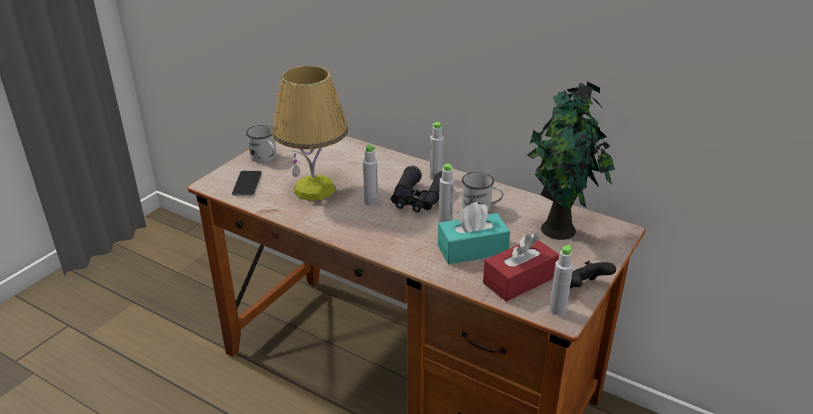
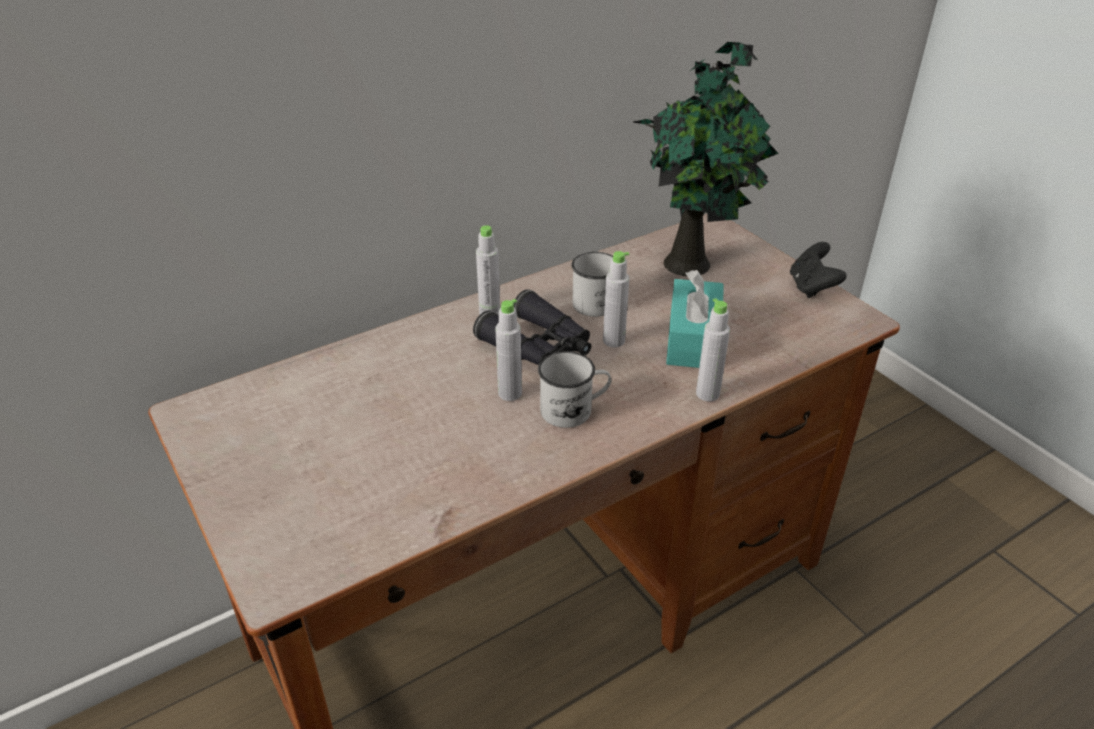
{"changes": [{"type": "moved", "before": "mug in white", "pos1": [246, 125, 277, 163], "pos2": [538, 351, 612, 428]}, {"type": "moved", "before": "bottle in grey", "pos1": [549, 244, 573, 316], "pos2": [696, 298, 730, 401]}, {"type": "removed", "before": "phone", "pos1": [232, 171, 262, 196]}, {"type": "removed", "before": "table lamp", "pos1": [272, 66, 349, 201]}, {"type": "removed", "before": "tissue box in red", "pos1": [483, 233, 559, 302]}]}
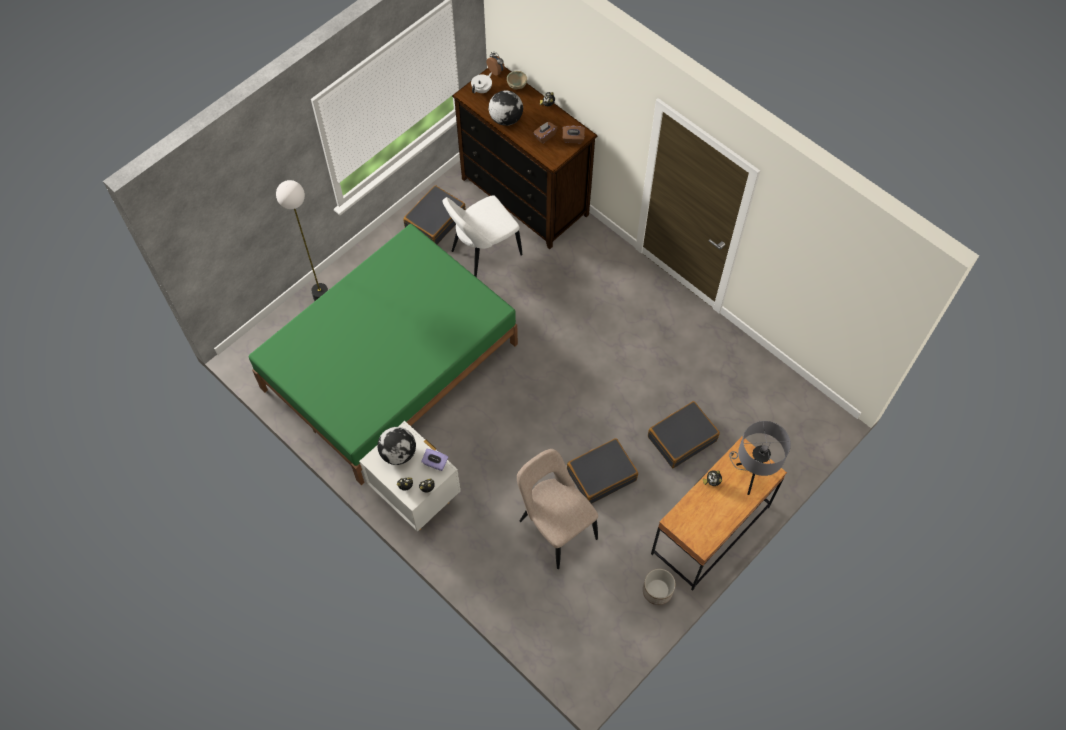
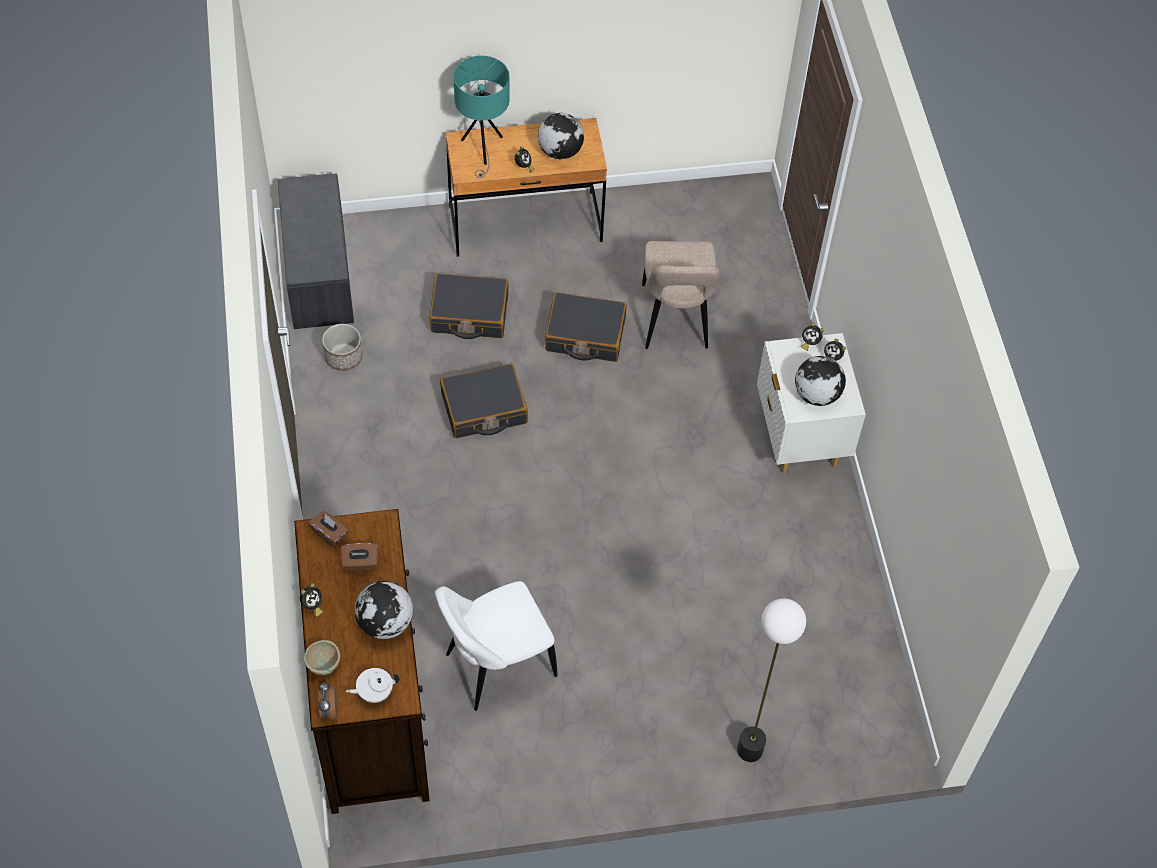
{"changes": [{"type": "added", "after": "bench in grey", "pos2": [278, 174, 354, 329]}, {"type": "moved", "before": "planter", "pos1": [643, 569, 676, 605], "pos2": [322, 324, 363, 371]}, {"type": "turned", "before": "chair in white", "pos1": [442, 195, 522, 278], "pos2": [435, 581, 558, 711], "turn": 150}, {"type": "moved", "before": "suitcase in black", "pos1": [404, 185, 466, 244], "pos2": [440, 363, 528, 438]}, {"type": "recoloured", "before": "table lamp in grey", "after": "table lamp in turquoise", "pos1": [729, 421, 791, 495], "pos2": [454, 56, 510, 178]}, {"type": "added", "after": "globe", "pos2": [538, 113, 584, 159]}, {"type": "removed", "before": "bed in green", "pos1": [249, 224, 518, 485]}, {"type": "removed", "before": "tissue box in purple", "pos1": [421, 449, 448, 471]}]}
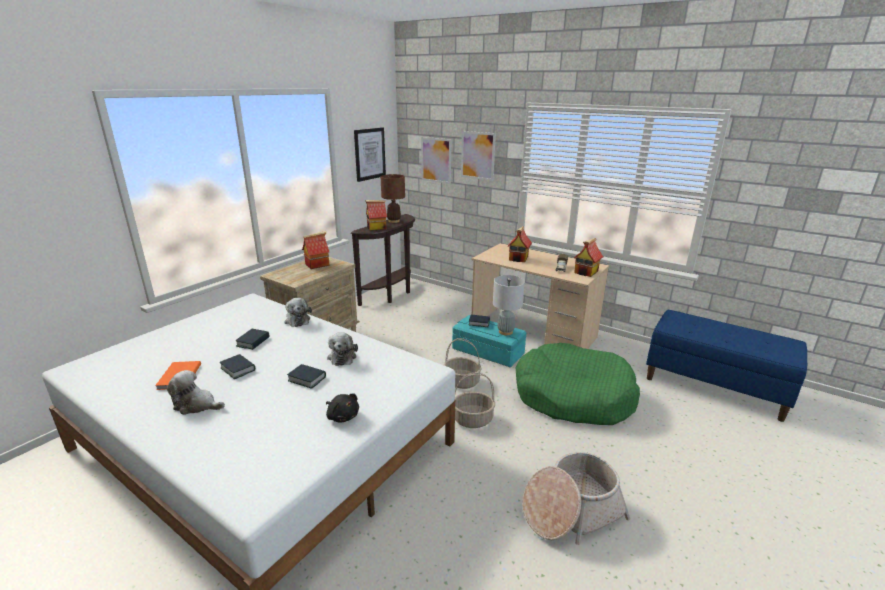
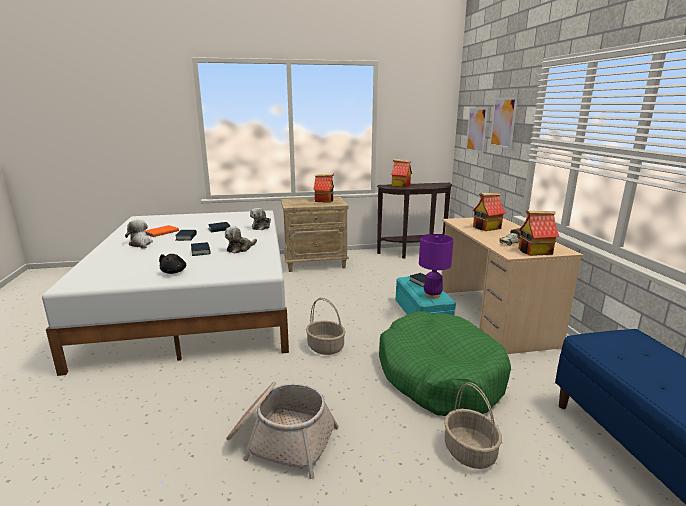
{"changes": [{"type": "recoloured", "before": "table lamp in grey", "after": "table lamp in purple", "pos1": [493, 275, 525, 335], "pos2": [419, 234, 454, 299]}, {"type": "moved", "before": "basket", "pos1": [444, 338, 482, 389], "pos2": [444, 382, 502, 469]}, {"type": "removed", "before": "picture", "pos1": [354, 127, 386, 182]}, {"type": "removed", "before": "table lamp in brown", "pos1": [381, 174, 405, 223]}]}
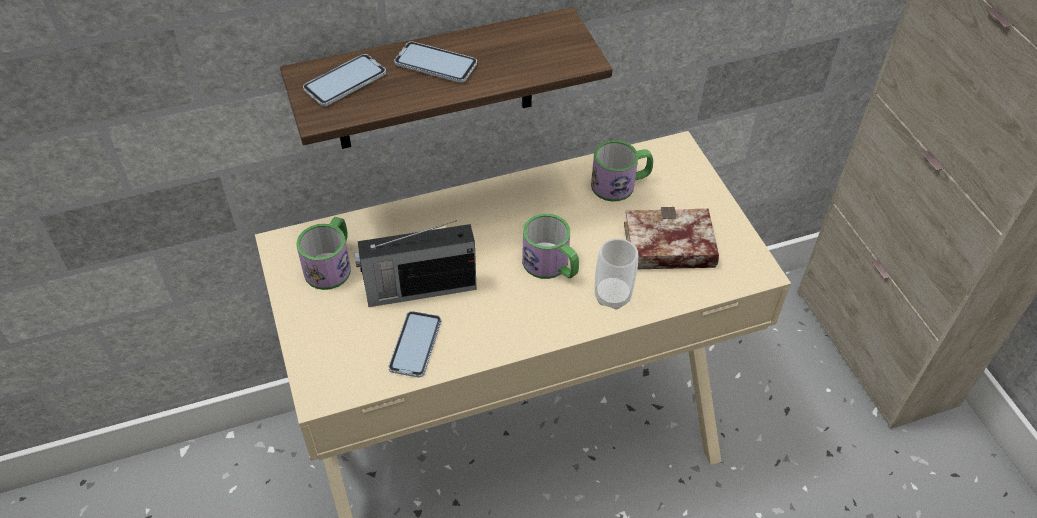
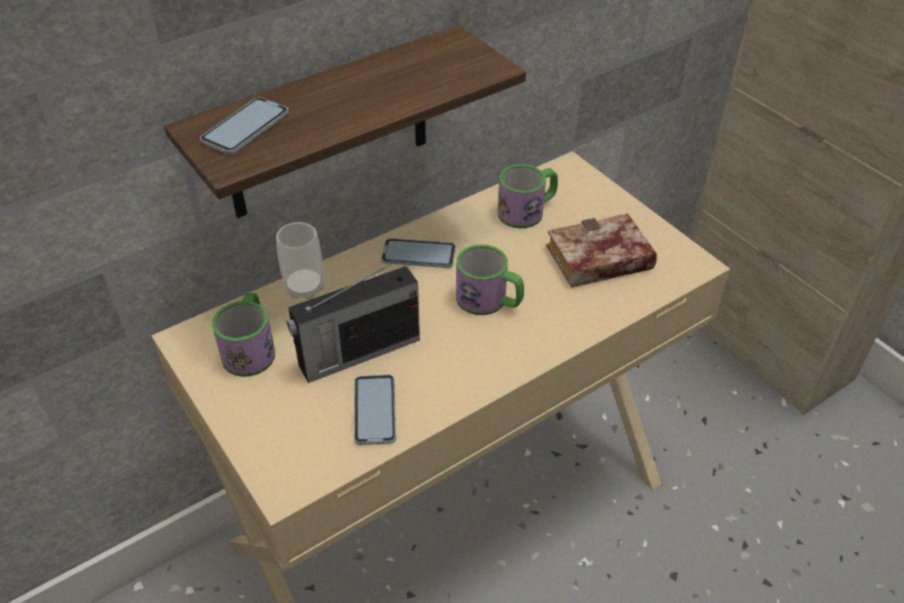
{"changes": [{"type": "moved", "before": "cup", "pos1": [595, 238, 638, 310], "pos2": [276, 222, 324, 299]}, {"type": "moved", "before": "phone", "pos1": [394, 41, 477, 83], "pos2": [381, 238, 456, 268]}]}
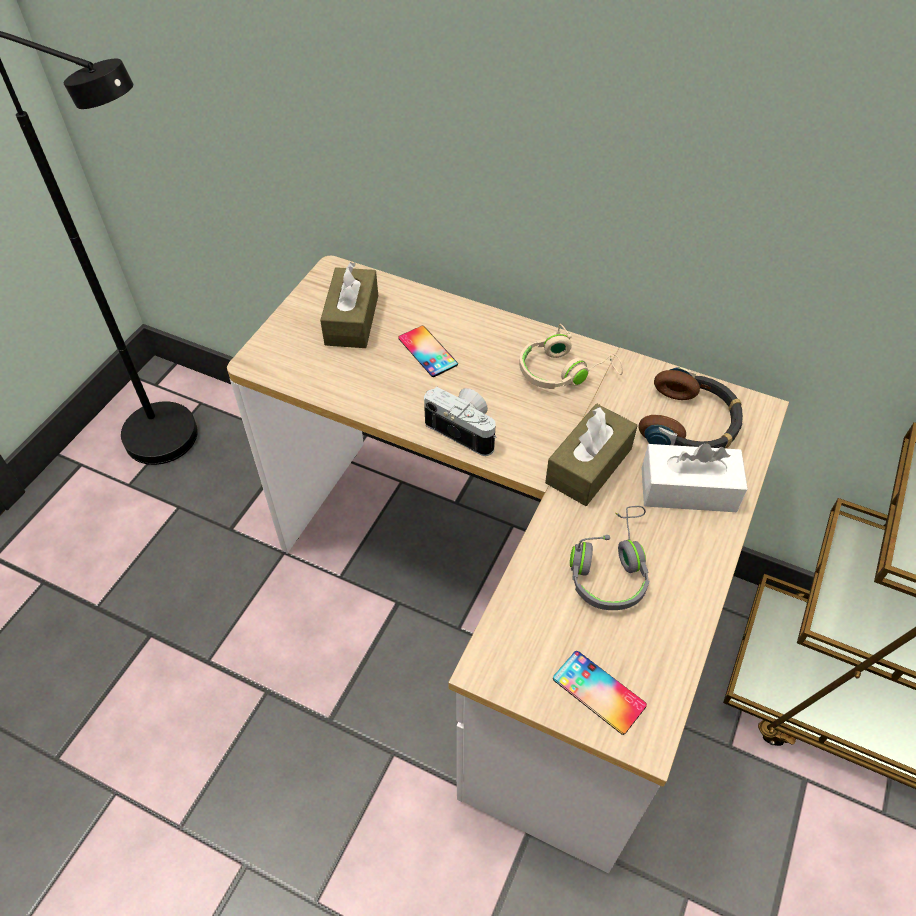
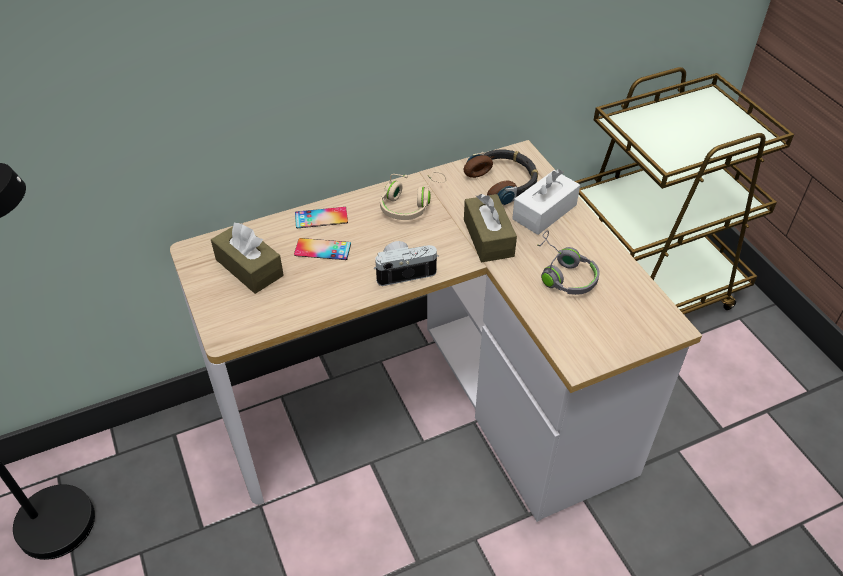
{"changes": [{"type": "moved", "before": "phone", "pos1": [553, 651, 647, 735], "pos2": [295, 207, 348, 228]}]}
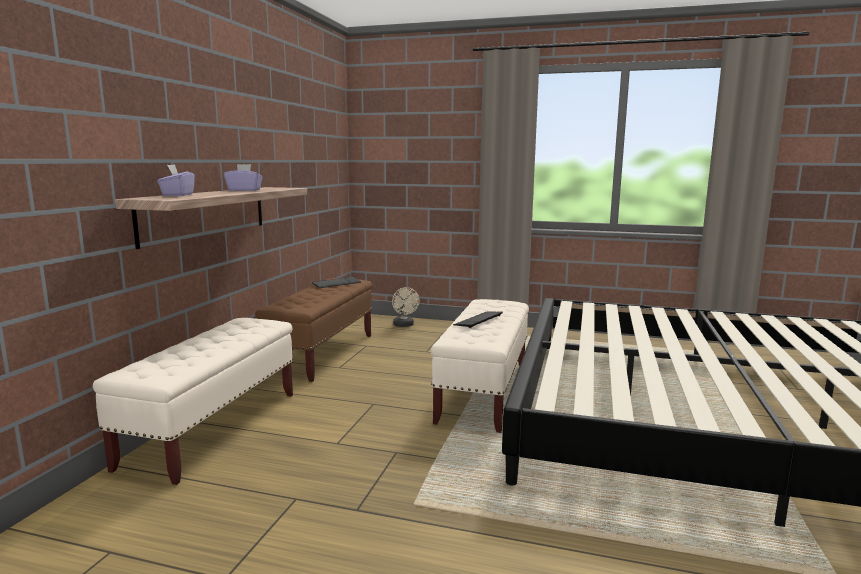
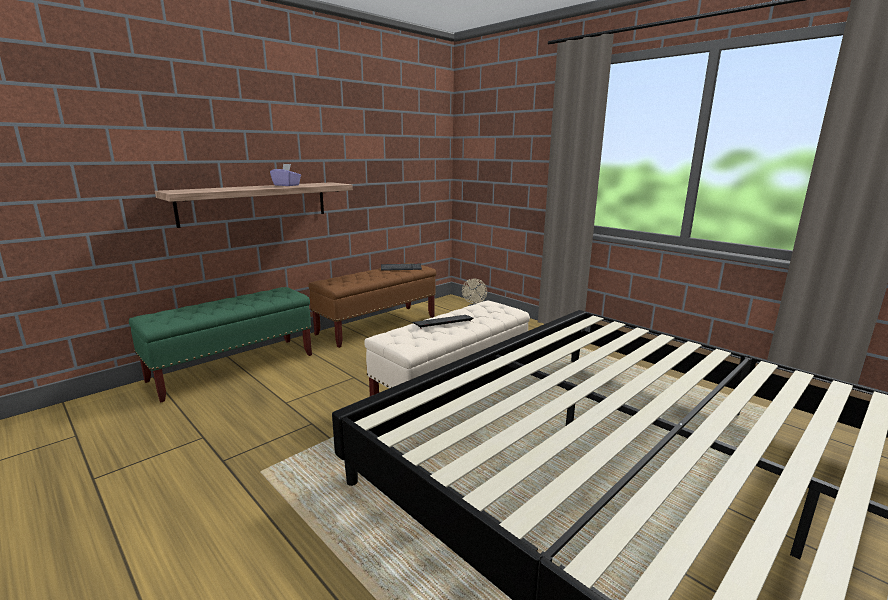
{"changes": [{"type": "recoloured", "before": "bench in beige", "after": "bench in green", "pos1": [93, 318, 293, 485], "pos2": [129, 287, 312, 402]}, {"type": "removed", "before": "tissue box in purple", "pos1": [157, 164, 195, 196]}]}
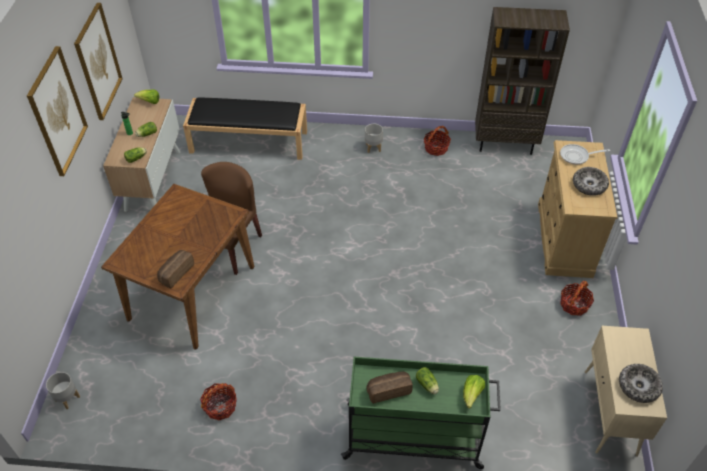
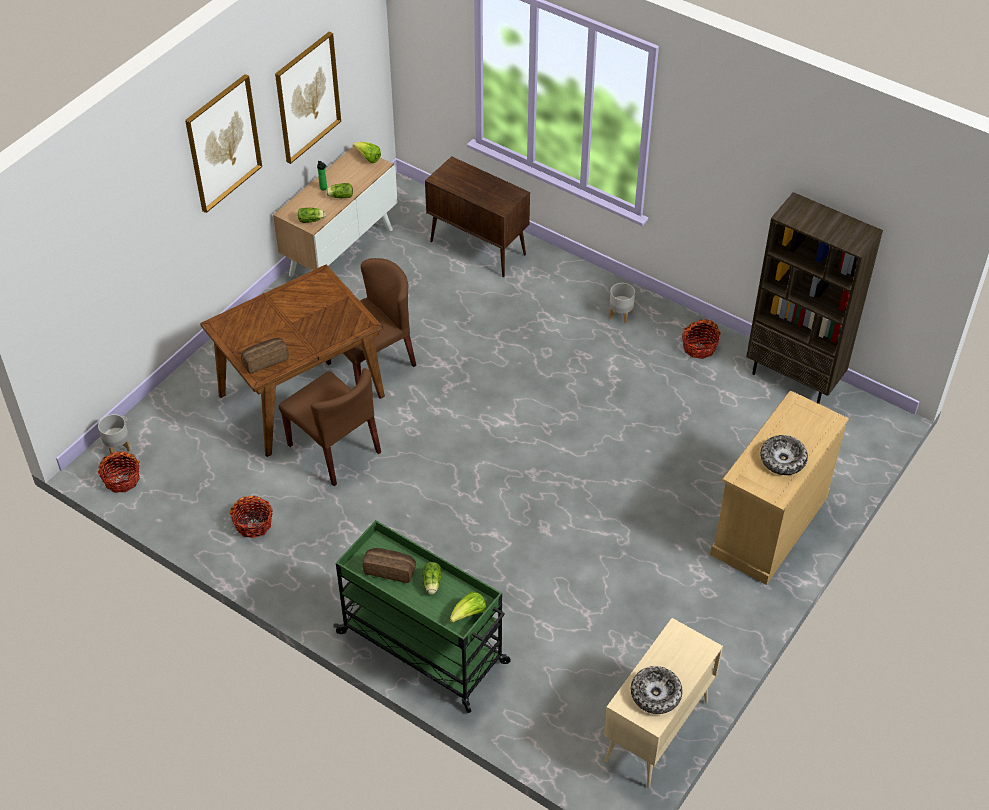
{"changes": [{"type": "moved", "before": "basket", "pos1": [560, 281, 594, 316], "pos2": [98, 451, 140, 493]}, {"type": "added", "after": "chair in brown", "pos2": [279, 368, 381, 486]}, {"type": "replaced", "before": "bench in black", "after": "cabinet in brown", "pos1": [183, 97, 307, 160], "pos2": [425, 156, 530, 277]}, {"type": "removed", "before": "frying pan", "pos1": [560, 144, 610, 165]}]}
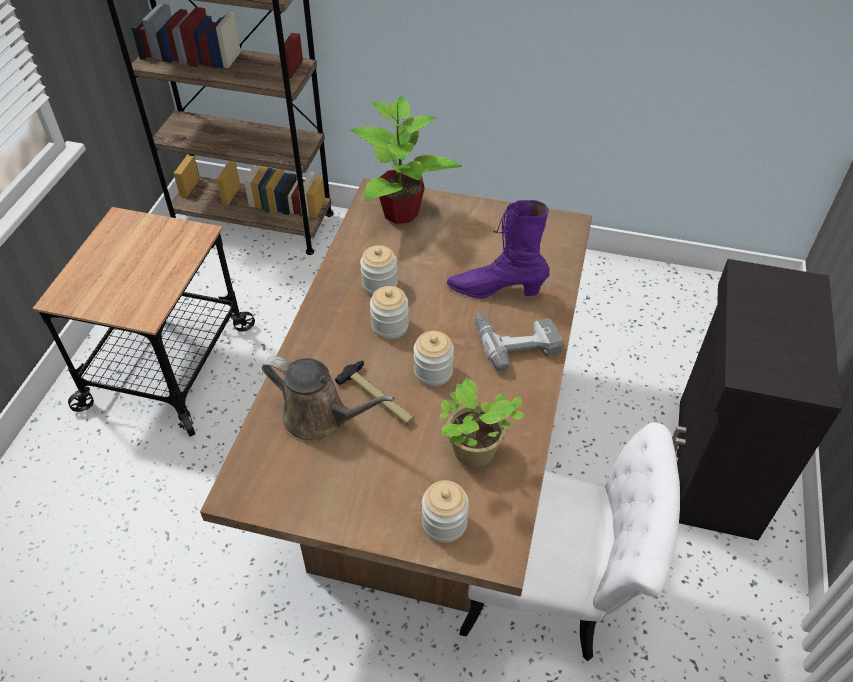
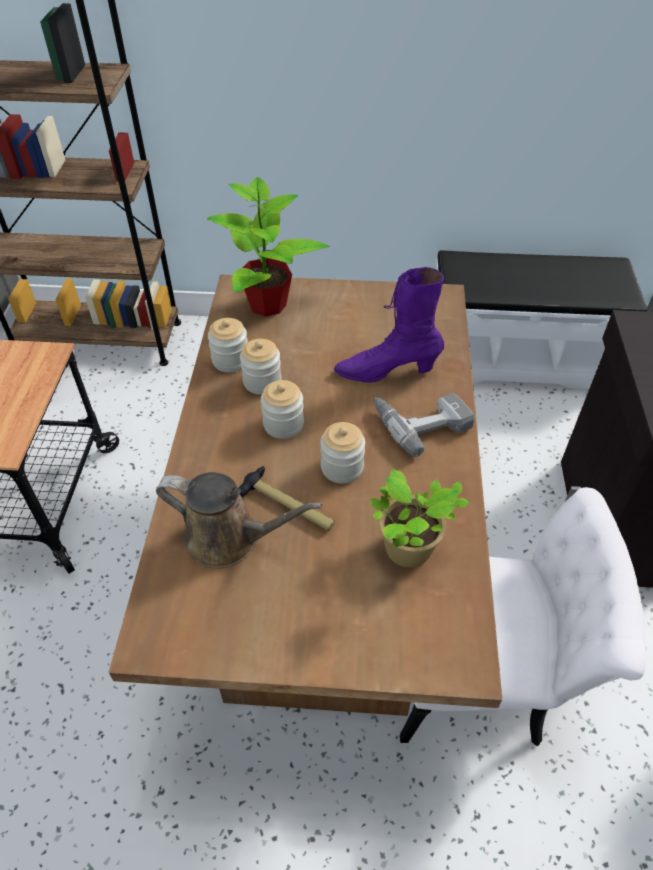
{"changes": [{"type": "moved", "before": "jar", "pos1": [422, 480, 469, 543], "pos2": [208, 318, 248, 372]}, {"type": "added", "after": "bench in white", "pos2": [436, 250, 648, 389]}]}
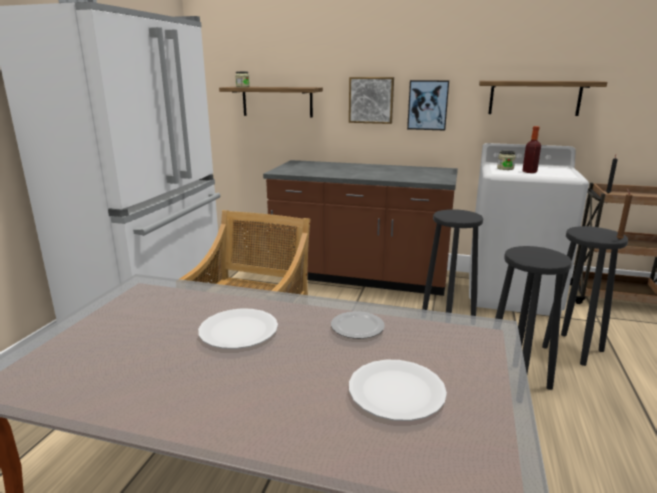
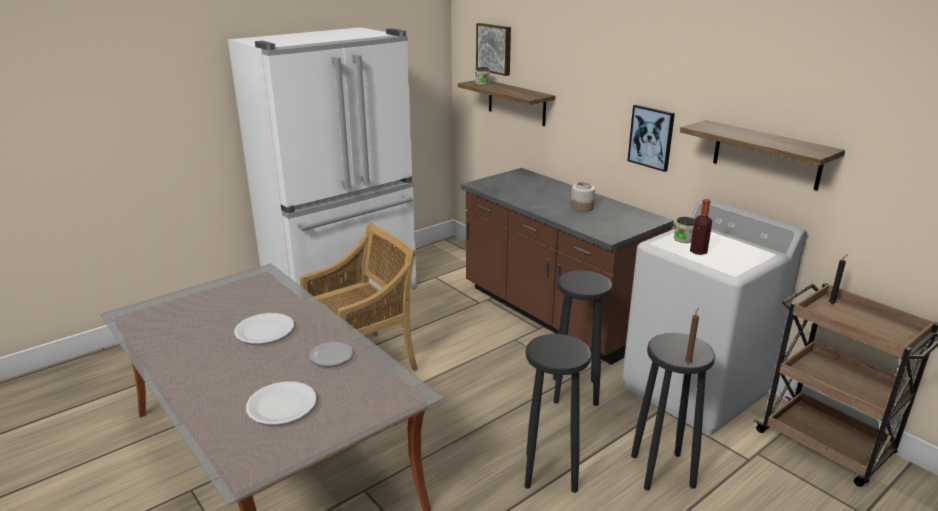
{"changes": [{"type": "moved", "before": "picture", "pos1": [349, 77, 394, 124], "pos2": [476, 23, 511, 76]}, {"type": "added", "after": "jar", "pos2": [571, 182, 595, 212]}]}
